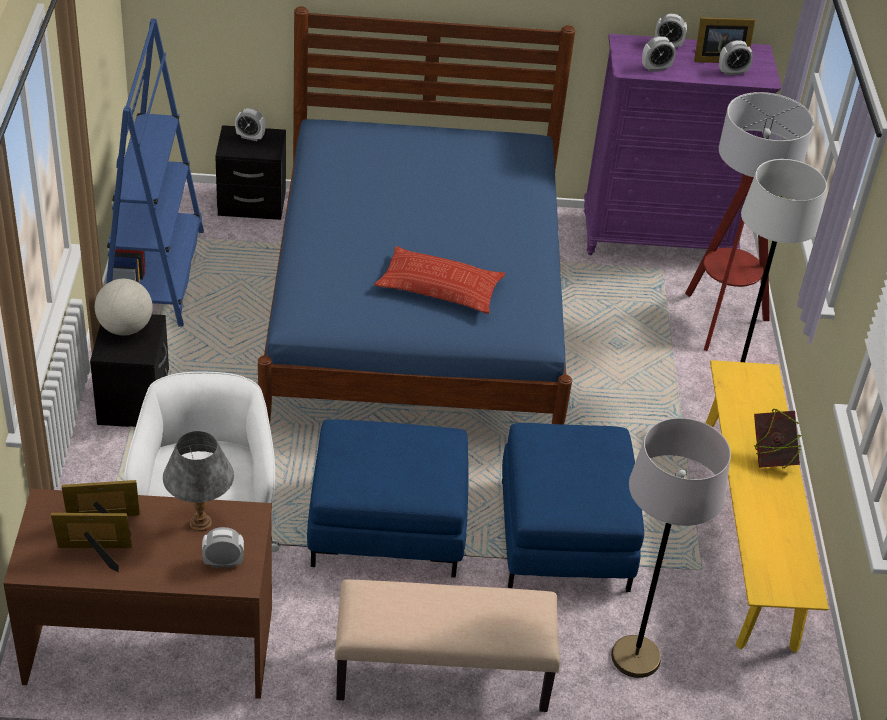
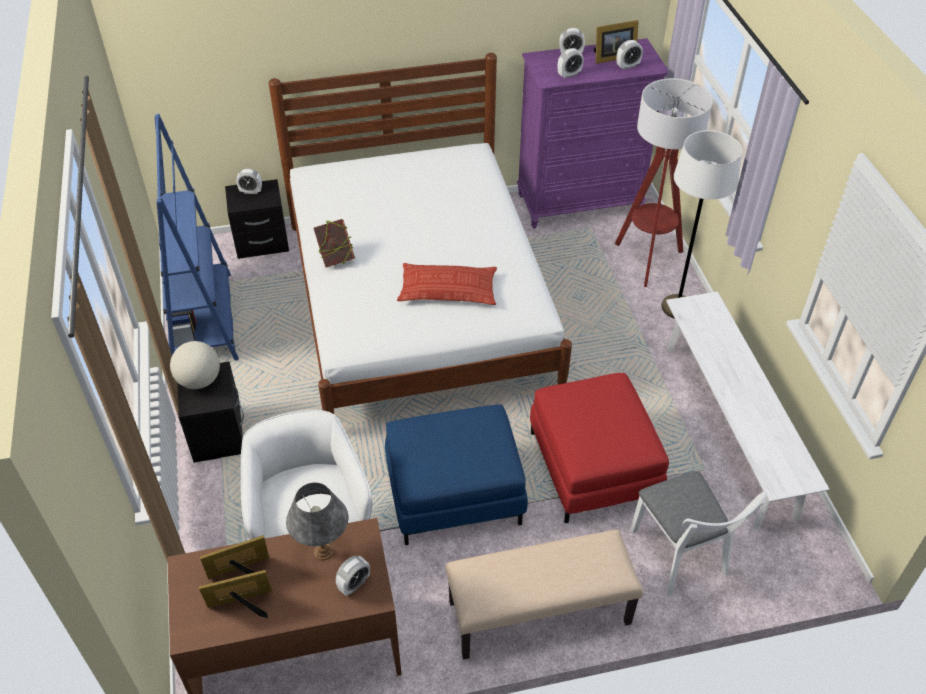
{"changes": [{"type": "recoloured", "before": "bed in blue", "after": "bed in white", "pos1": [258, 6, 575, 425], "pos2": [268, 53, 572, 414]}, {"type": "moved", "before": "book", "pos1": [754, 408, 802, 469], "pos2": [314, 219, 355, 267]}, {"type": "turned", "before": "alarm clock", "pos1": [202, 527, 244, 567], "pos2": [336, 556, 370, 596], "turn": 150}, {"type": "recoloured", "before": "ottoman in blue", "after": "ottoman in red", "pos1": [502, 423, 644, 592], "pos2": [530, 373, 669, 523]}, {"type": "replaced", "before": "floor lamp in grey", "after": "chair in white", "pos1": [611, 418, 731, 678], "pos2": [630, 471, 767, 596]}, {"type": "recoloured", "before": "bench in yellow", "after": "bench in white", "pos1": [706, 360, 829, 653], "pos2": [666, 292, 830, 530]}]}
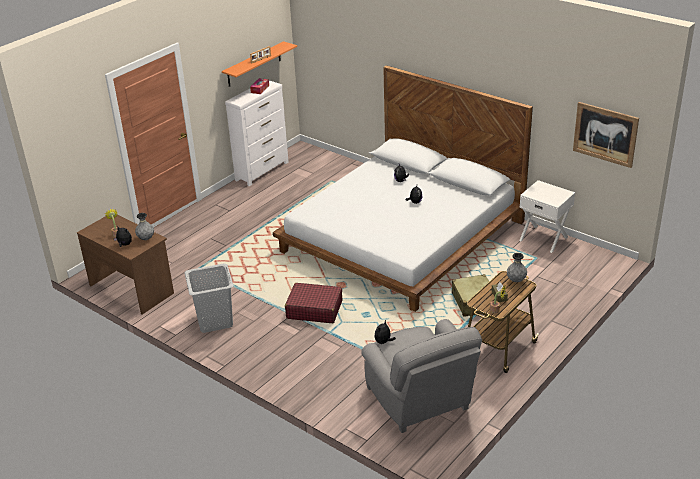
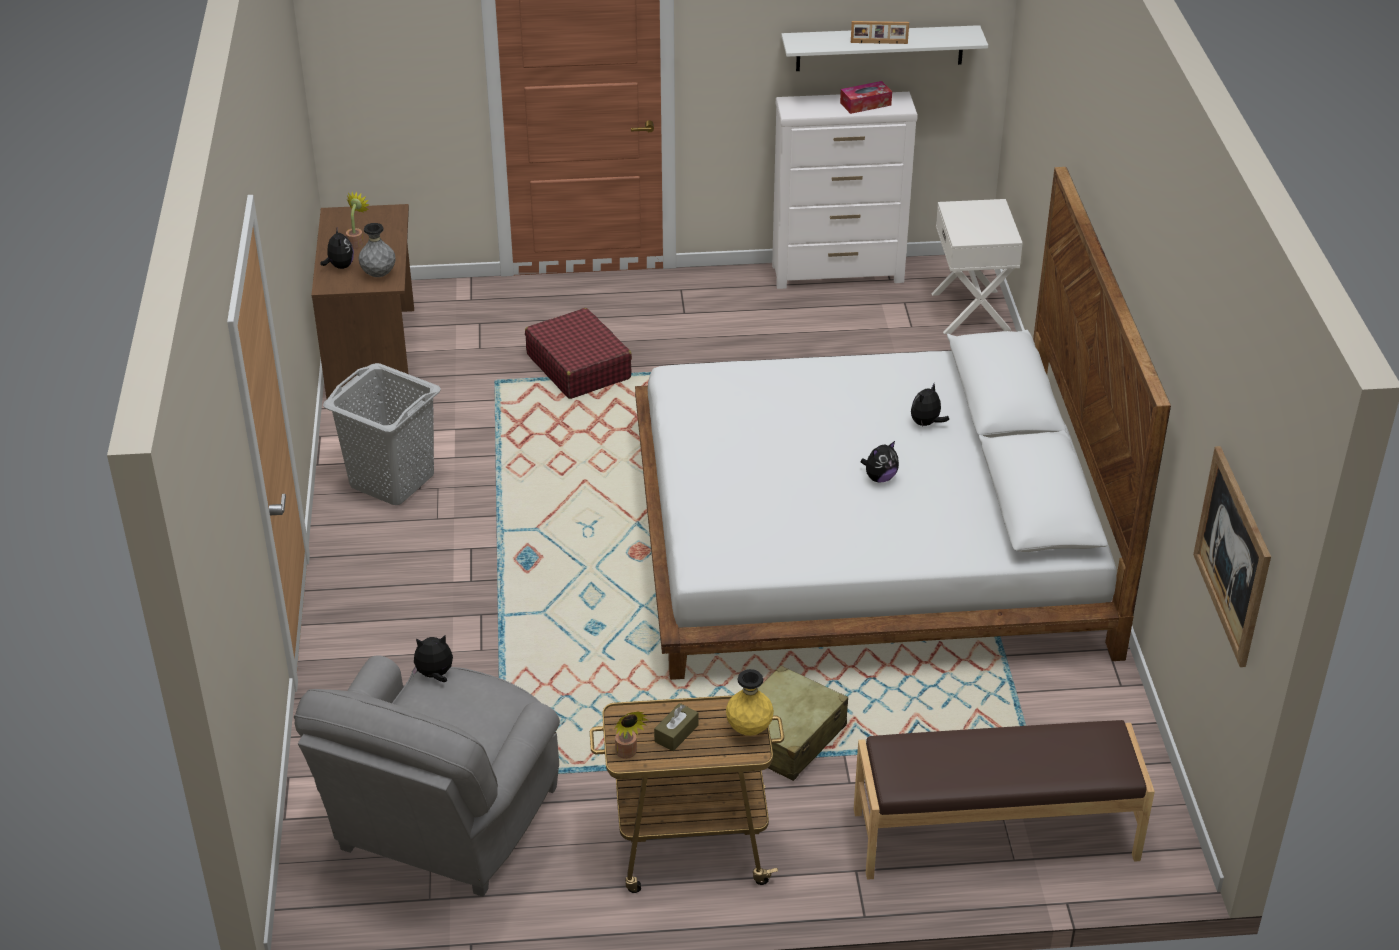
{"changes": [{"type": "moved", "before": "suitcase in red", "pos1": [285, 283, 342, 323], "pos2": [525, 308, 632, 399]}, {"type": "recoloured", "before": "vase in grey", "after": "vase in yellow", "pos1": [507, 253, 527, 282], "pos2": [726, 669, 774, 736]}, {"type": "recoloured", "before": "shelf in orange", "after": "shelf in white", "pos1": [222, 41, 297, 87], "pos2": [782, 25, 988, 71]}, {"type": "added", "after": "bench in brown", "pos2": [854, 720, 1155, 880]}, {"type": "moved", "before": "nightstand in white", "pos1": [519, 180, 575, 253], "pos2": [931, 199, 1023, 334]}]}
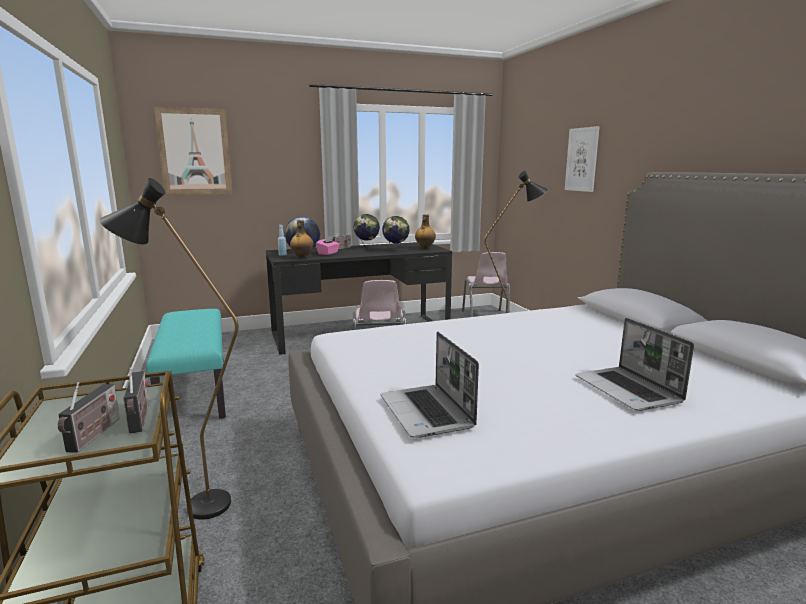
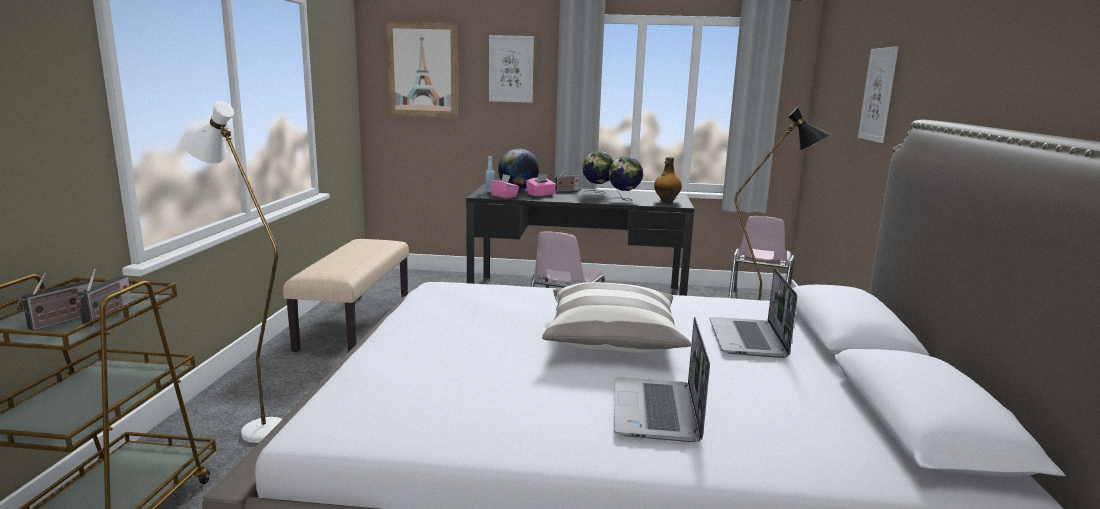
{"changes": [{"type": "recoloured", "before": "floor lamp in black", "after": "floor lamp in white", "pos1": [100, 178, 239, 520], "pos2": [180, 101, 282, 443]}, {"type": "recoloured", "before": "bench in turquoise", "after": "bench in beige", "pos1": [146, 309, 226, 418], "pos2": [283, 239, 409, 352]}, {"type": "added", "after": "picture", "pos2": [489, 35, 534, 103]}, {"type": "replaced", "before": "bottle", "after": "tissue box in pink", "pos1": [290, 220, 314, 259], "pos2": [489, 174, 519, 198]}, {"type": "added", "after": "pillow", "pos2": [542, 282, 691, 353]}, {"type": "moved", "before": "laptop", "pos1": [380, 332, 479, 438], "pos2": [710, 268, 797, 358]}]}
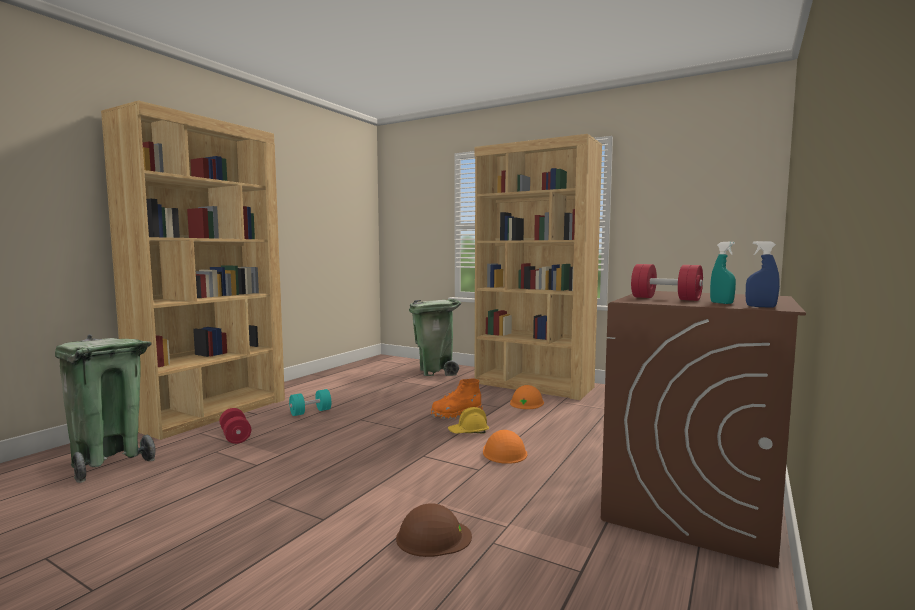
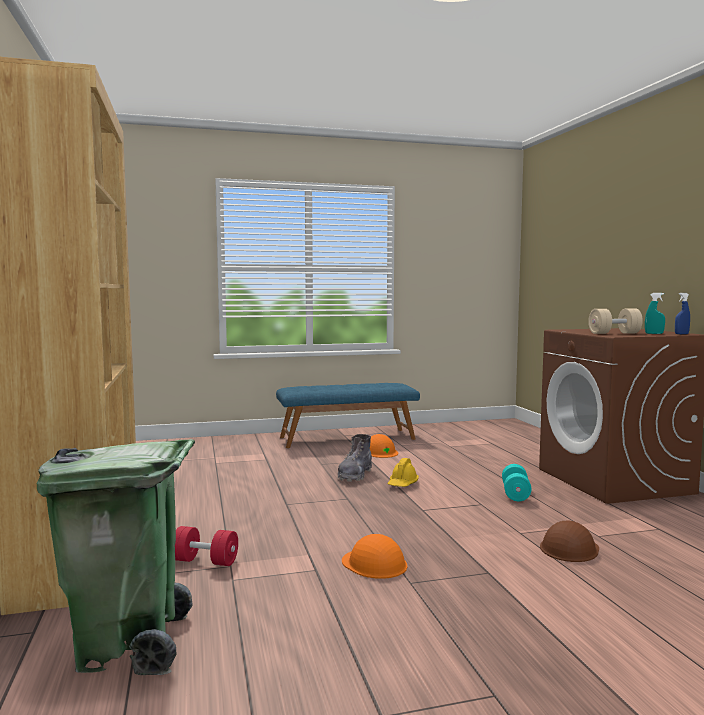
{"changes": [{"type": "replaced", "before": "bookcase in brown", "after": "bench in blue", "pos1": [474, 134, 602, 400], "pos2": [276, 383, 420, 448]}, {"type": "recoloured", "before": "boot in orange", "after": "boot in grey", "pos1": [431, 378, 483, 419], "pos2": [338, 434, 372, 482]}, {"type": "moved", "before": "hard hat in orange", "pos1": [483, 430, 527, 464], "pos2": [342, 534, 407, 579]}, {"type": "moved", "before": "dumbbell in turquoise", "pos1": [289, 389, 331, 416], "pos2": [502, 464, 532, 501]}, {"type": "recoloured", "before": "dumbbell in red", "after": "dumbbell in beige", "pos1": [631, 264, 703, 301], "pos2": [588, 309, 643, 334]}, {"type": "removed", "before": "trash can in green", "pos1": [409, 299, 461, 376]}]}
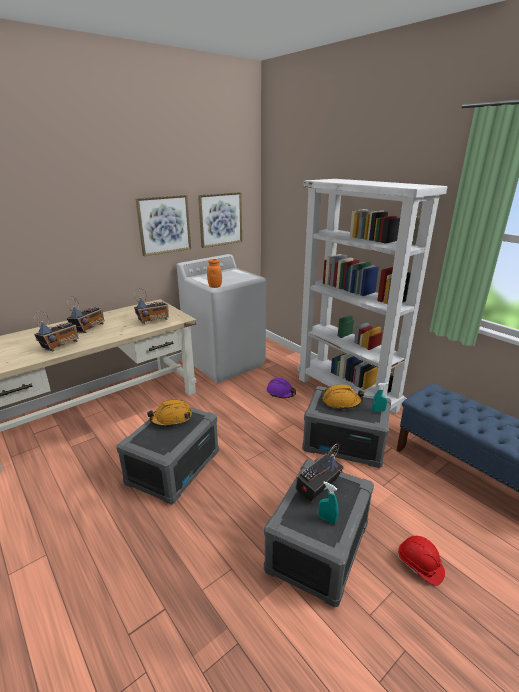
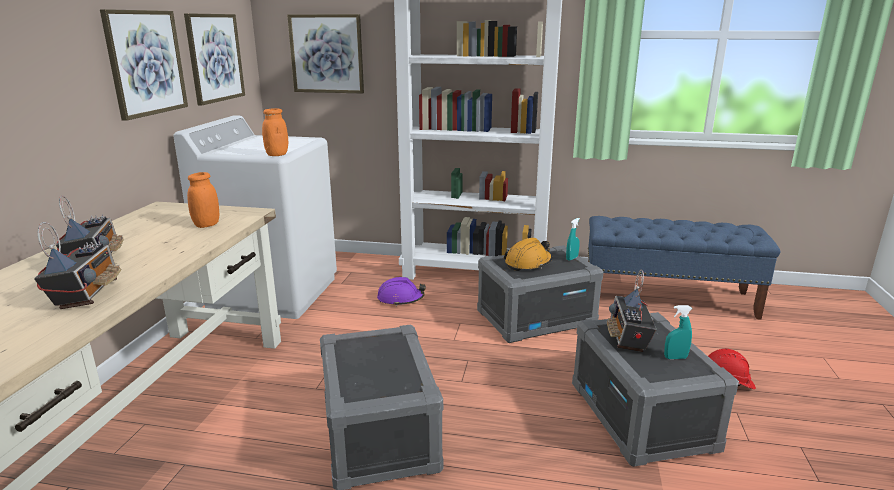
{"changes": [{"type": "replaced", "before": "radio", "after": "jar in orange", "pos1": [134, 288, 169, 324], "pos2": [187, 172, 219, 228]}, {"type": "added", "after": "picture", "pos2": [287, 14, 364, 94]}, {"type": "removed", "before": "hard hat in orange", "pos1": [147, 399, 192, 427]}]}
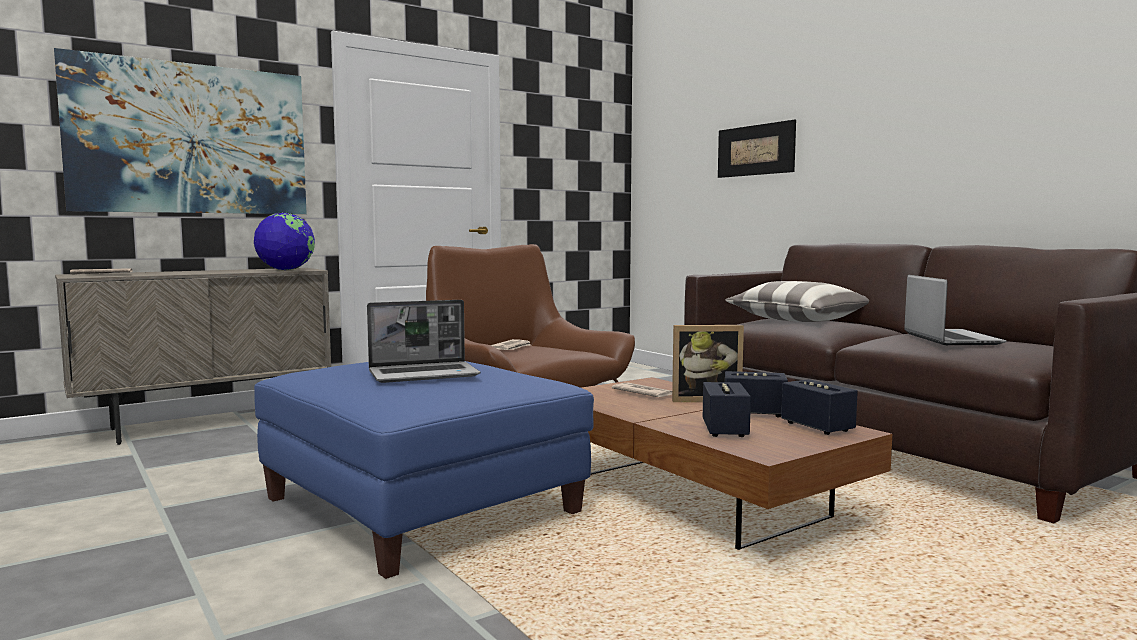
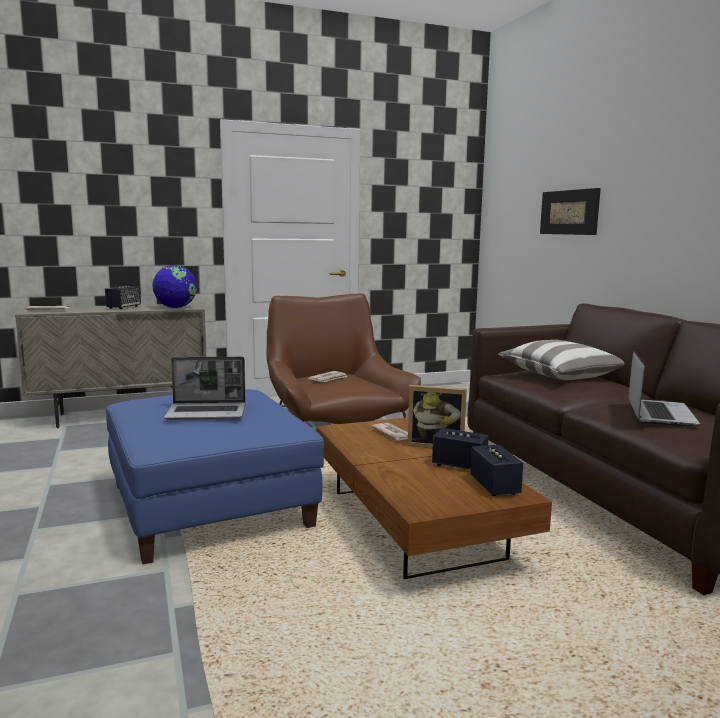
{"changes": [{"type": "moved", "before": "speaker", "pos1": [703, 382, 751, 437], "pos2": [105, 286, 141, 309]}, {"type": "removed", "before": "picture", "pos1": [54, 48, 307, 214]}]}
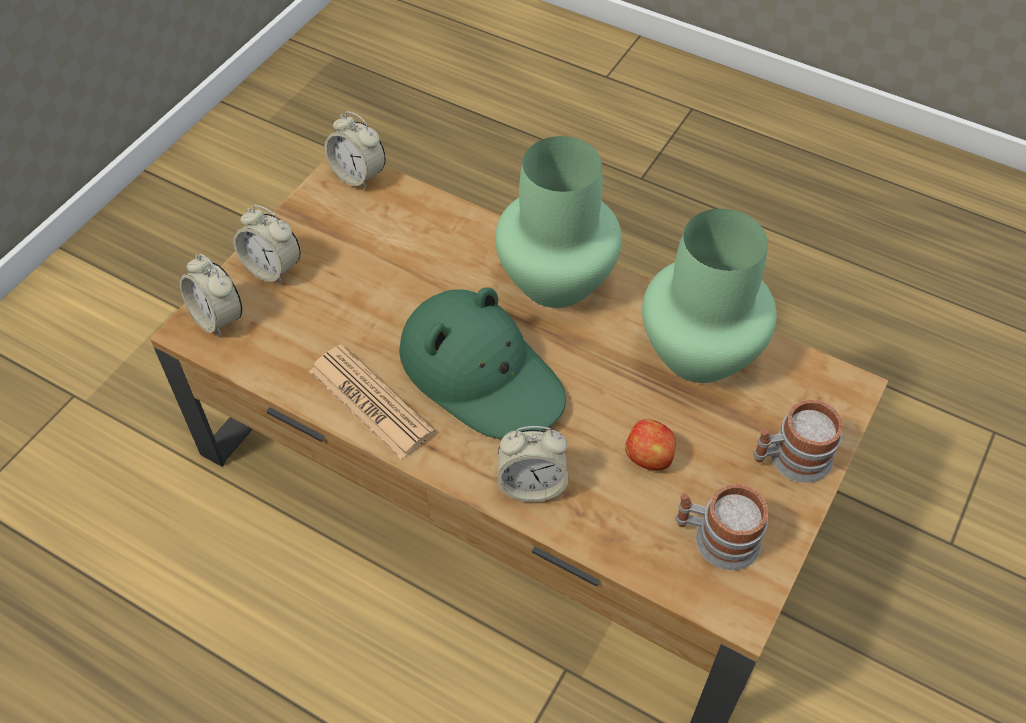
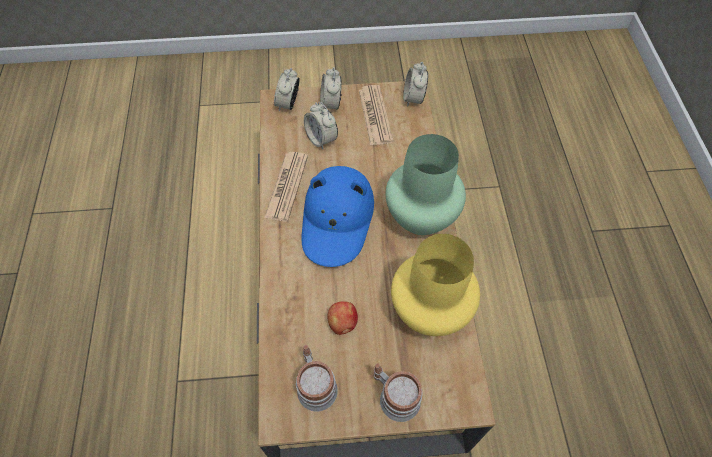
{"changes": [{"type": "recoloured", "before": "hat in green", "after": "hat in blue", "pos1": [399, 287, 566, 440], "pos2": [302, 166, 374, 267]}, {"type": "moved", "before": "alarm clock", "pos1": [497, 426, 569, 502], "pos2": [304, 102, 338, 149]}, {"type": "added", "after": "newspaper", "pos2": [359, 85, 393, 145]}, {"type": "recoloured", "before": "vase in green", "after": "vase in yellow", "pos1": [642, 209, 777, 383], "pos2": [391, 234, 480, 336]}]}
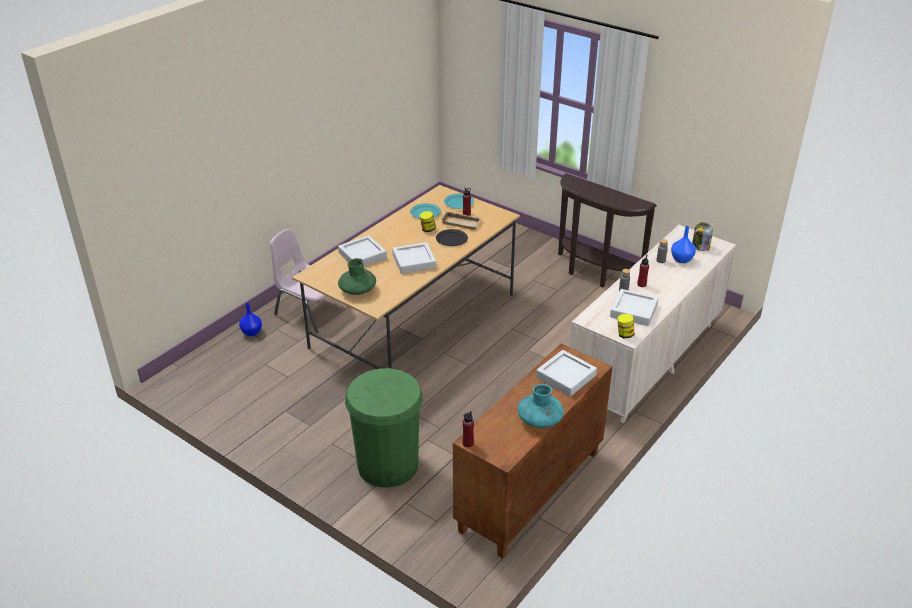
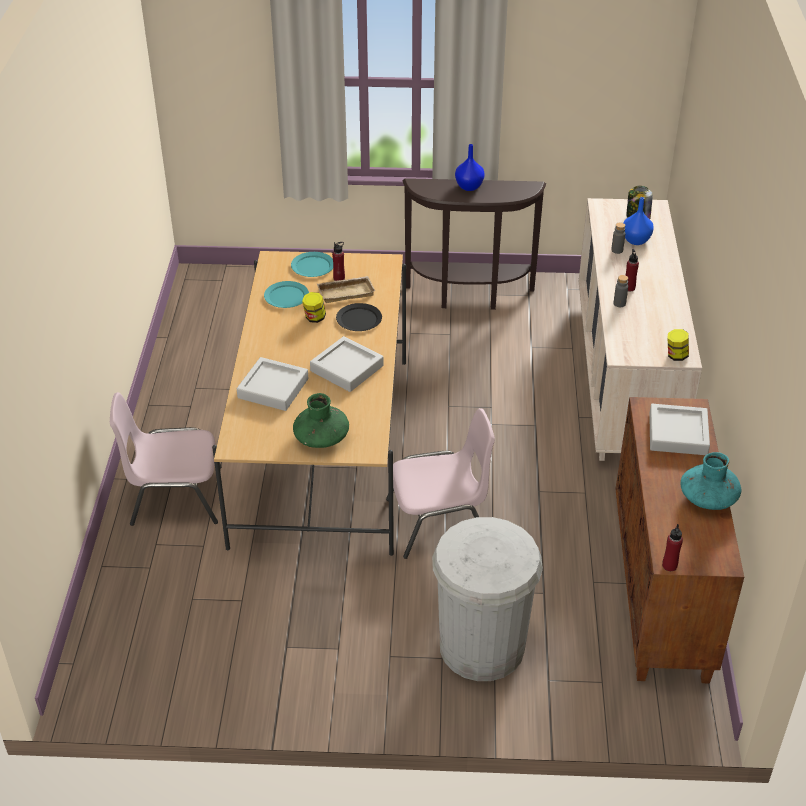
{"changes": [{"type": "added", "after": "chair in pink", "pos2": [386, 408, 495, 559]}, {"type": "recoloured", "before": "trash can in green", "after": "trash can in white", "pos1": [345, 368, 423, 488], "pos2": [432, 517, 543, 681]}, {"type": "moved", "before": "vase in blue", "pos1": [239, 303, 262, 336], "pos2": [455, 144, 485, 191]}, {"type": "removed", "before": "tray in grey", "pos1": [610, 289, 659, 326]}]}
